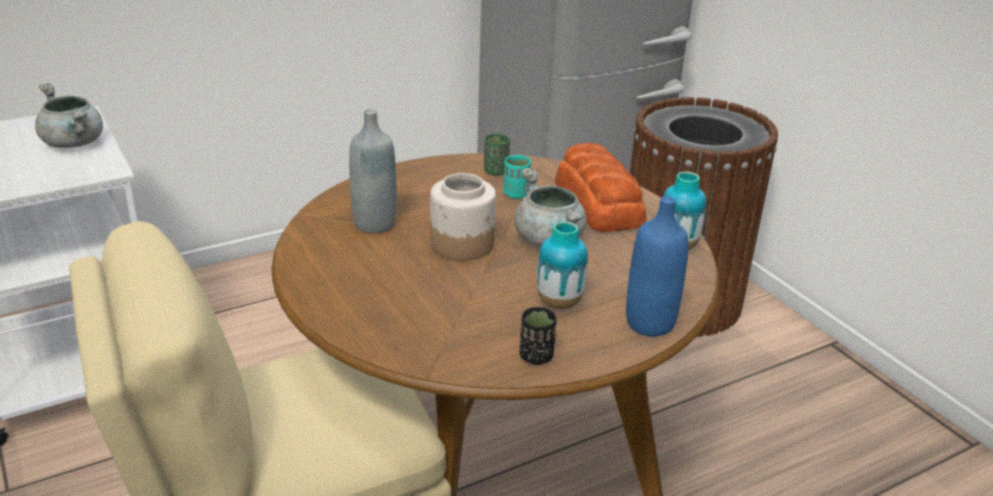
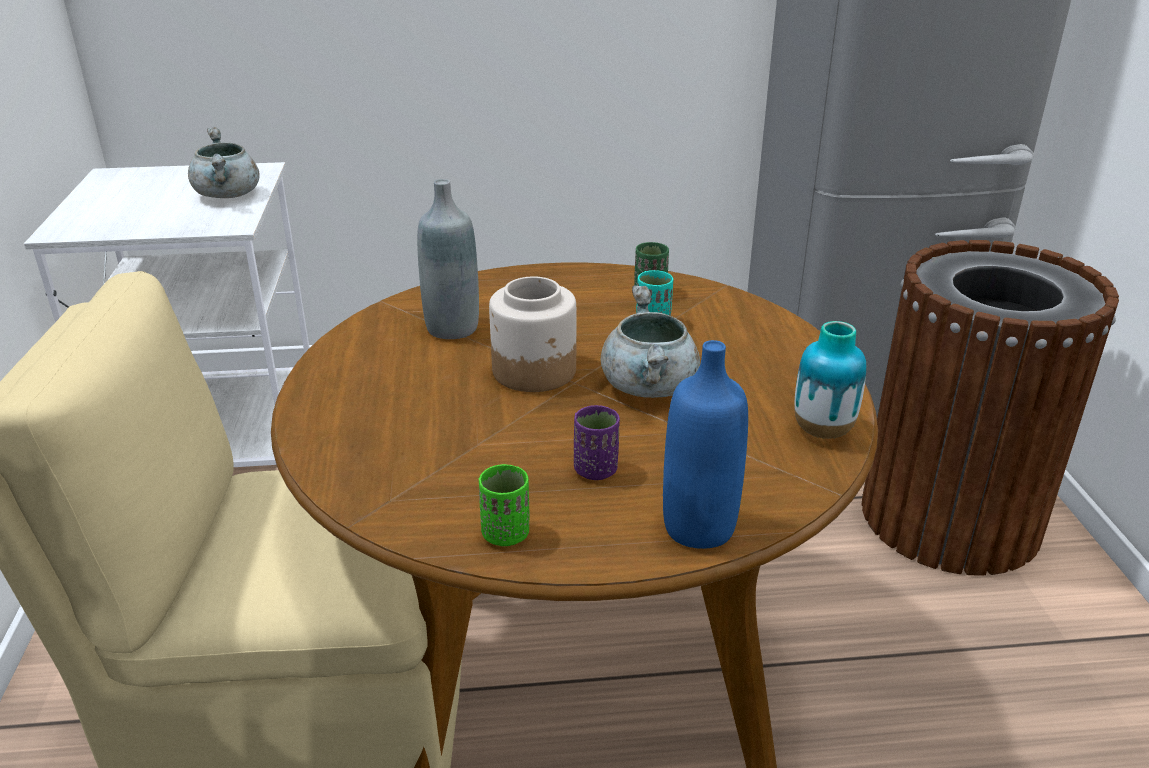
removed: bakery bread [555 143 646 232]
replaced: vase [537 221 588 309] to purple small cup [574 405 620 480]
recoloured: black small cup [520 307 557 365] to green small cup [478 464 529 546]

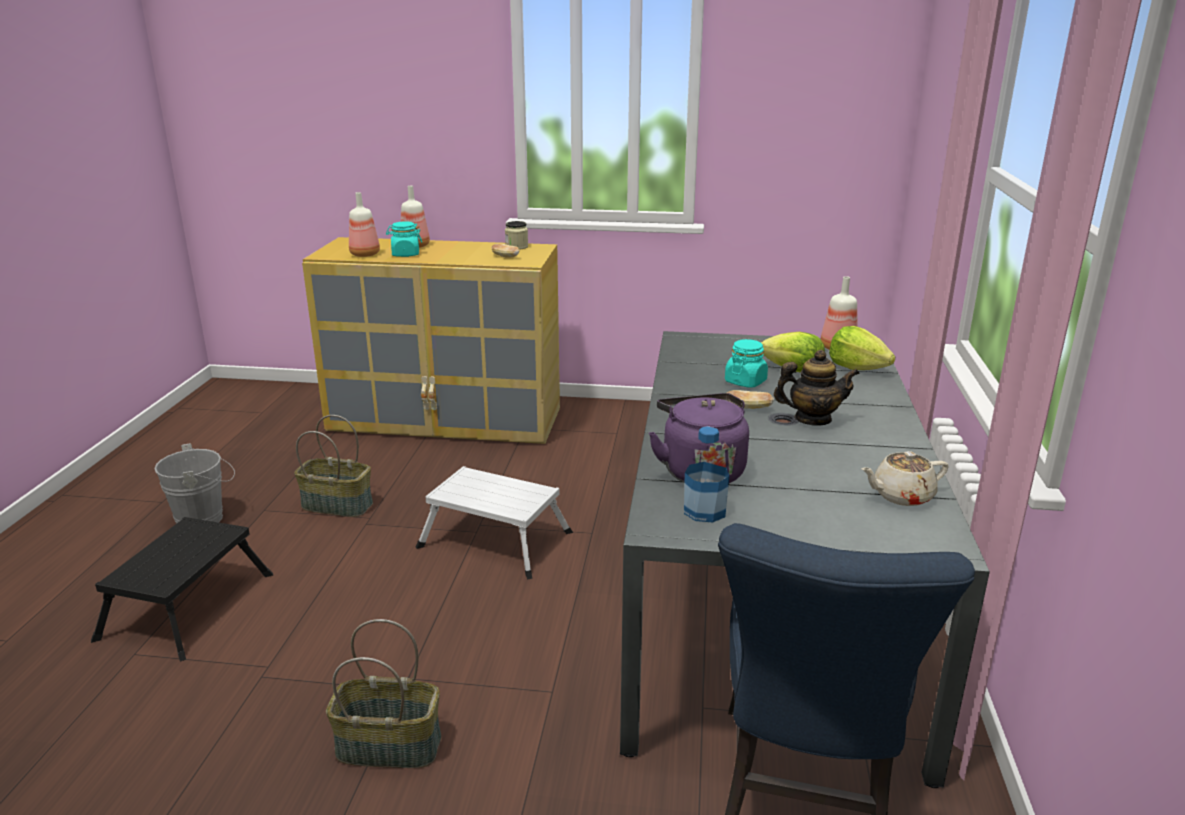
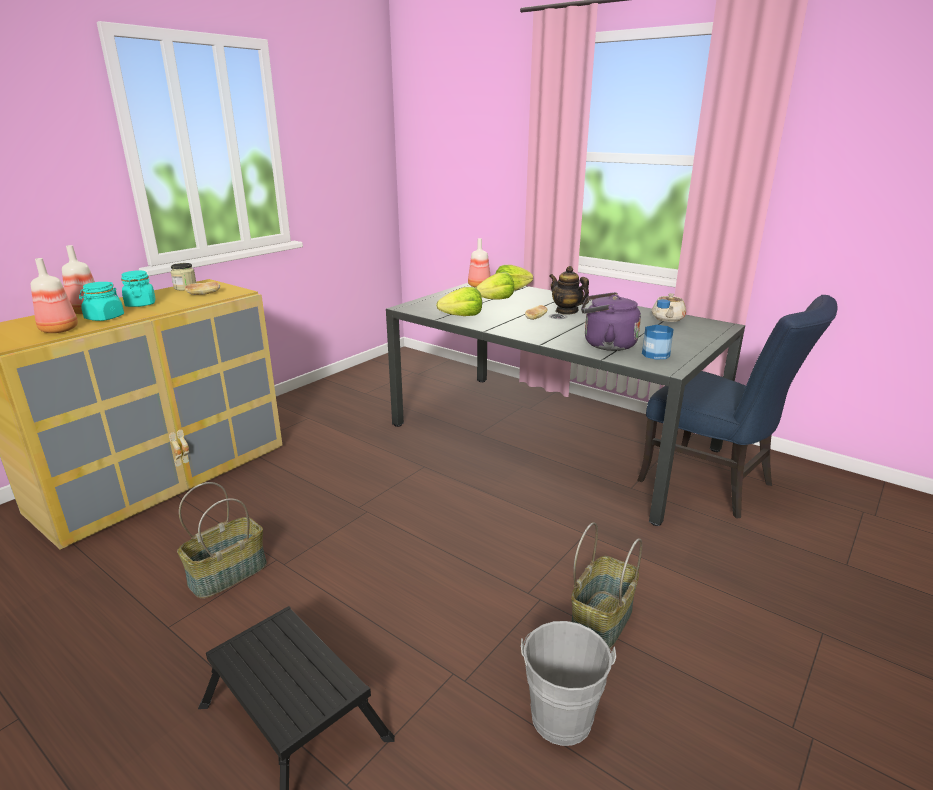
removed: whitish step stool [415 466 573 579]
added: lettuce head [437 287 482 316]
moved: blue-green preserve jar [725 339 768 388] to [121 271 155 307]; grey pail [154 443 235 524] to [520 621 616 746]
turned: teapot [774 350 860 426] = [549 266 589 315] 75 degrees counterclockwise

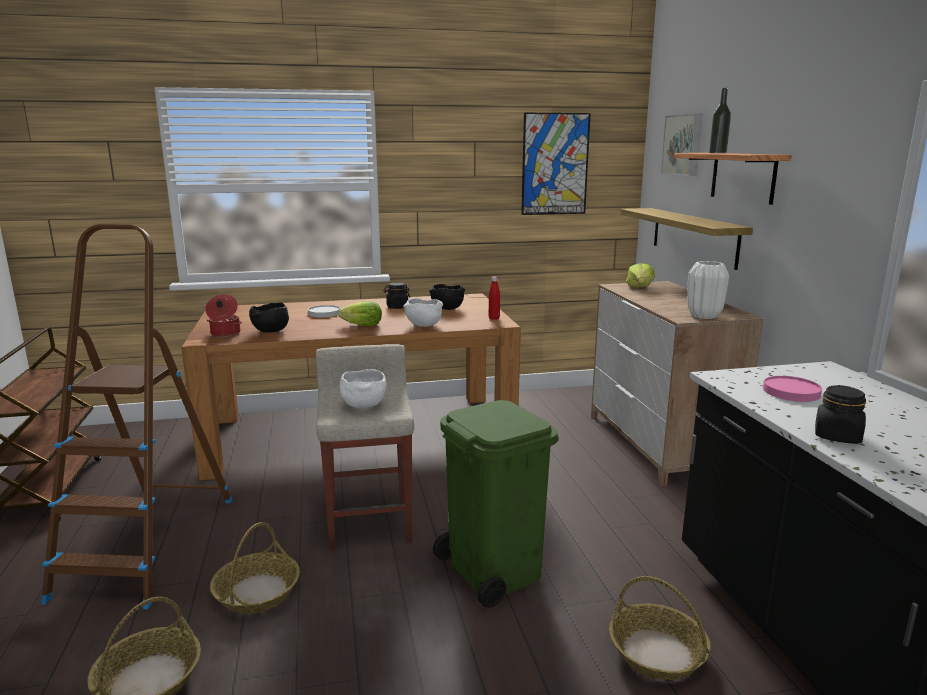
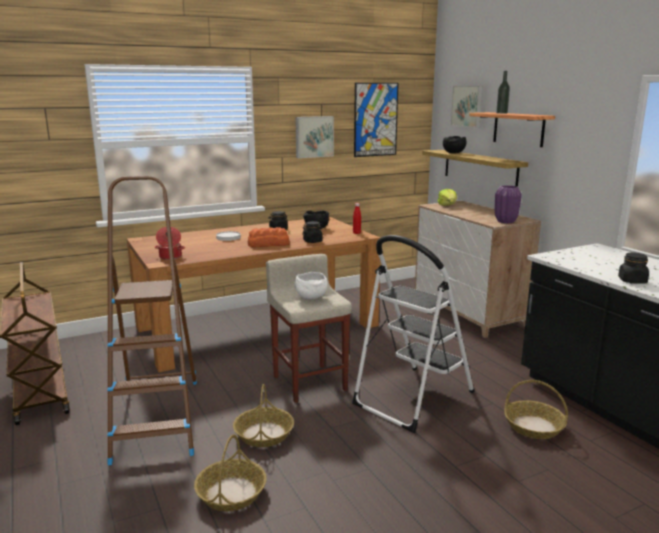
removed: pink-coloured flat dish [763 376 822 402]
added: picture [295 116 334 158]
moved: black bowl [249 302 289 332] to [443 136 466 153]
replaced: lettuce head [338 301 382 327] to bakery bread [248 227 290 247]; whitish bowl [403 298 443 327] to black preserve jar [302 221 324 243]; green waste bin [433 400 559 608] to step stool [352 235 474 433]
recoloured: whitish vase [687 261 729 319] to purple vase [495 185 522 224]

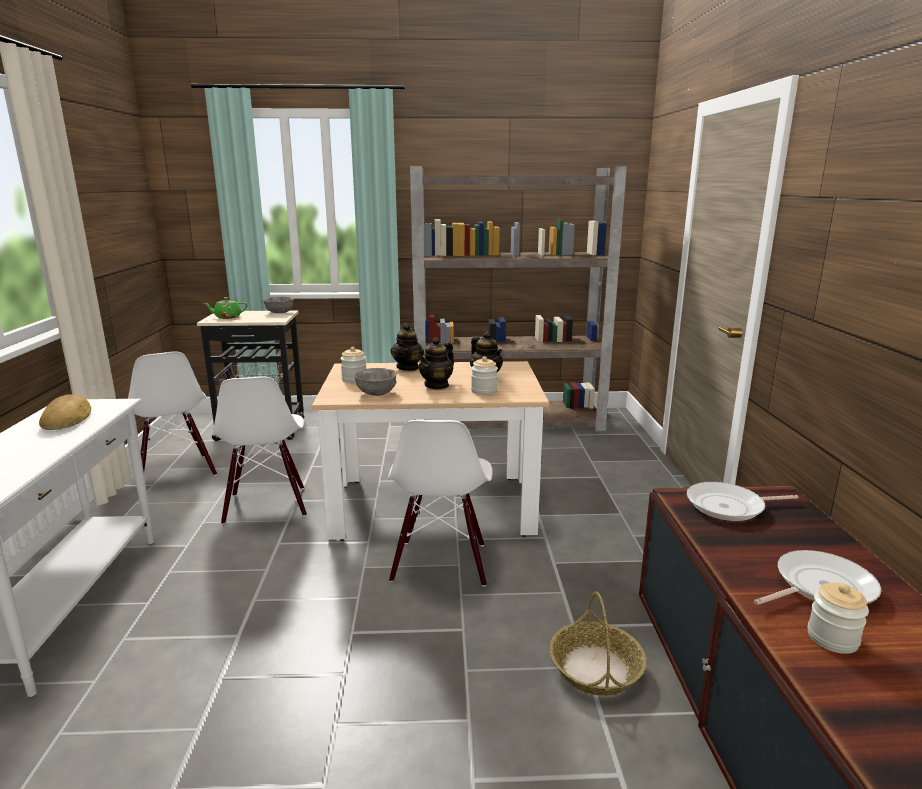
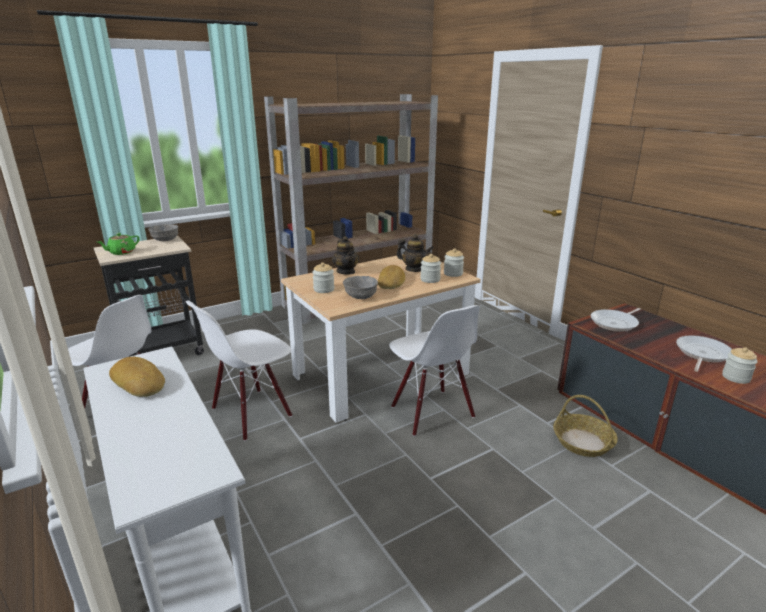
added: preserve jar [444 248 464 277]
replaced: teapot [417 337 454 390] to bakery bread [378 265 405 289]
turned: whitish upright chair [212 376 307 524] = [186 301 292 441] 90 degrees clockwise

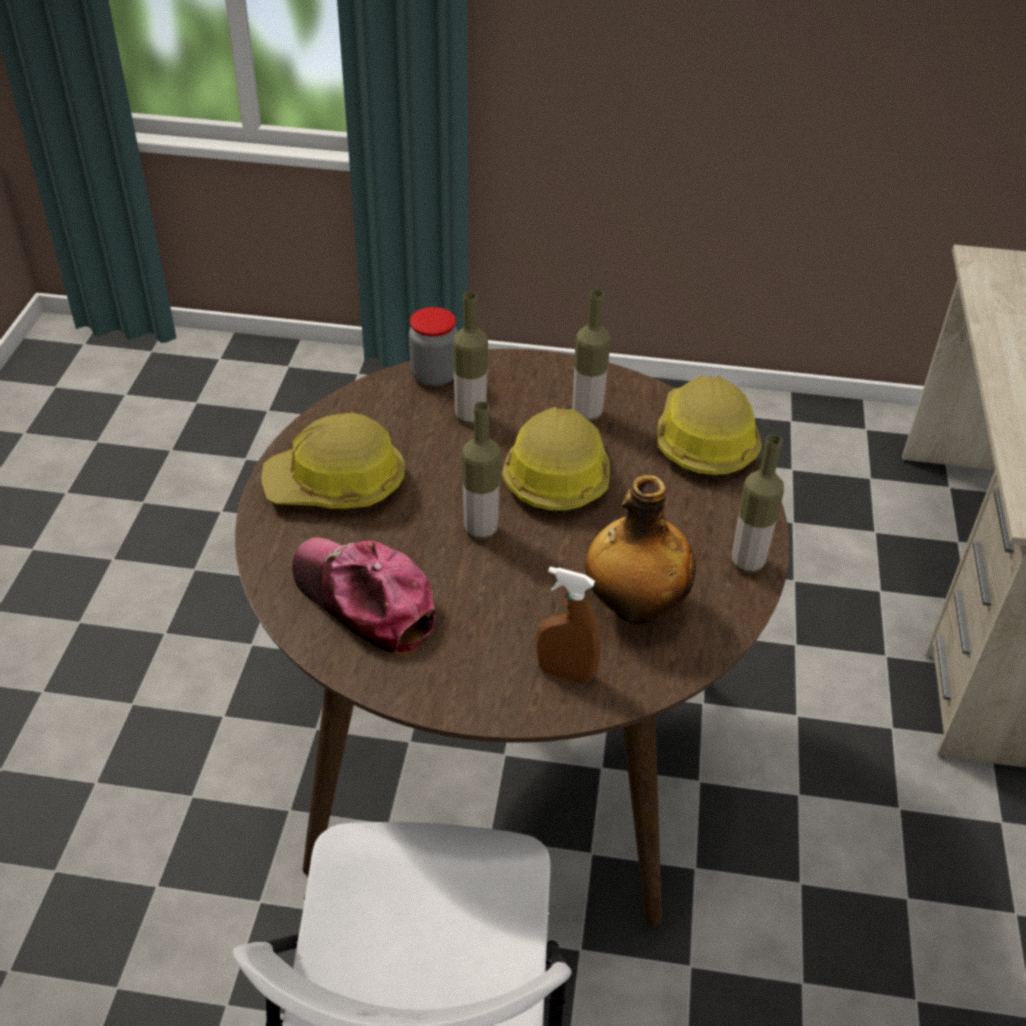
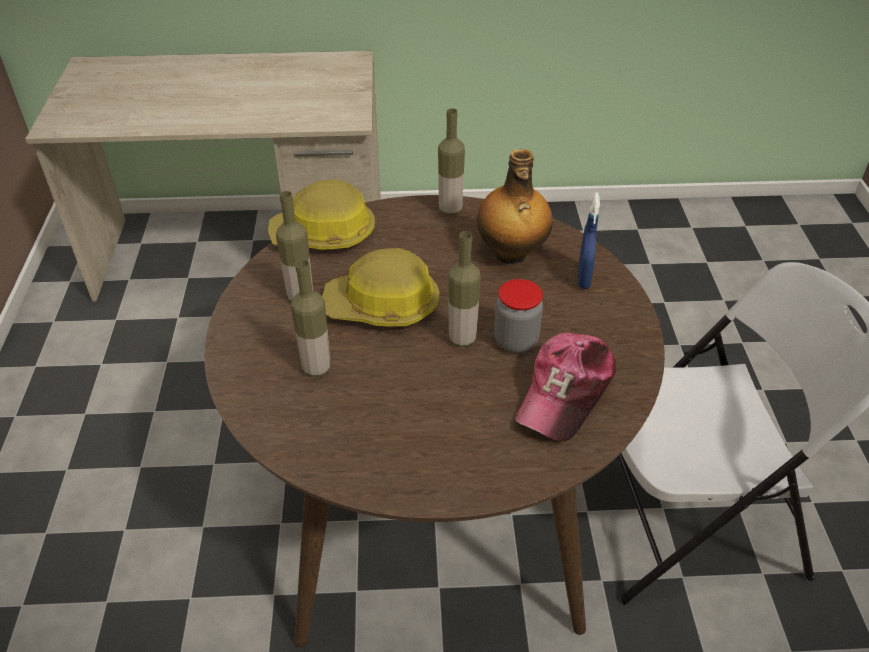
removed: hard hat [261 413 405 509]
moved: preserve jar [409 307 458 387] to [494 279 543 353]
recoloured: brownish spray bottle [537 567 601 683] to bluish spray bottle [578 192 600 289]

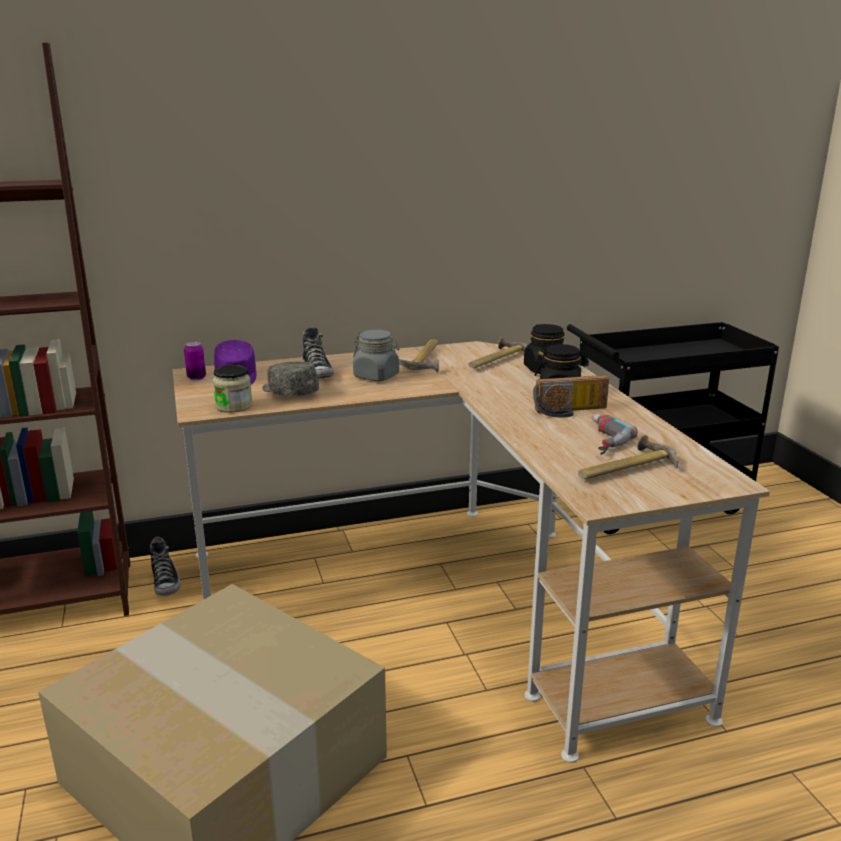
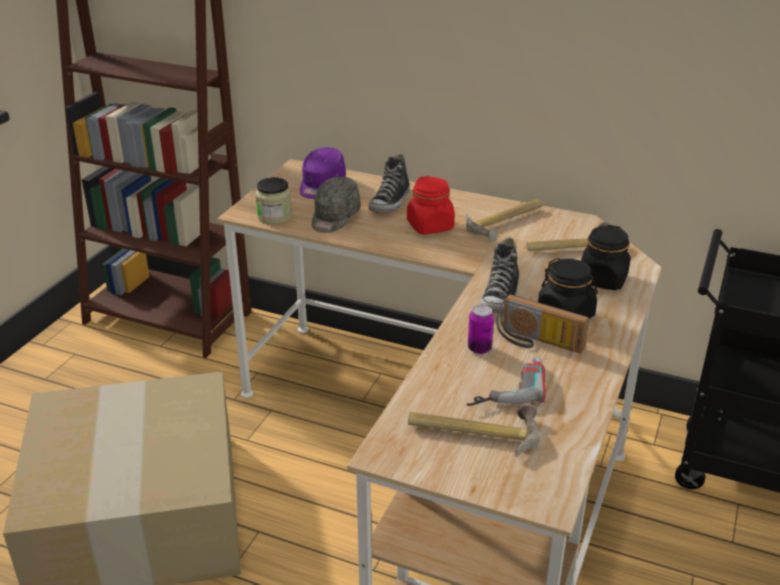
moved: can [184 342 206 380] to [468 305 494 354]; shoe [150 536 180 596] to [480 237 519 313]
recoloured: grey preserve jar [353 330 400 381] to red-coloured preserve jar [407 176 455 234]
turned: grey baseball cap [262 362 319 397] = [312 177 361 233] 150 degrees counterclockwise

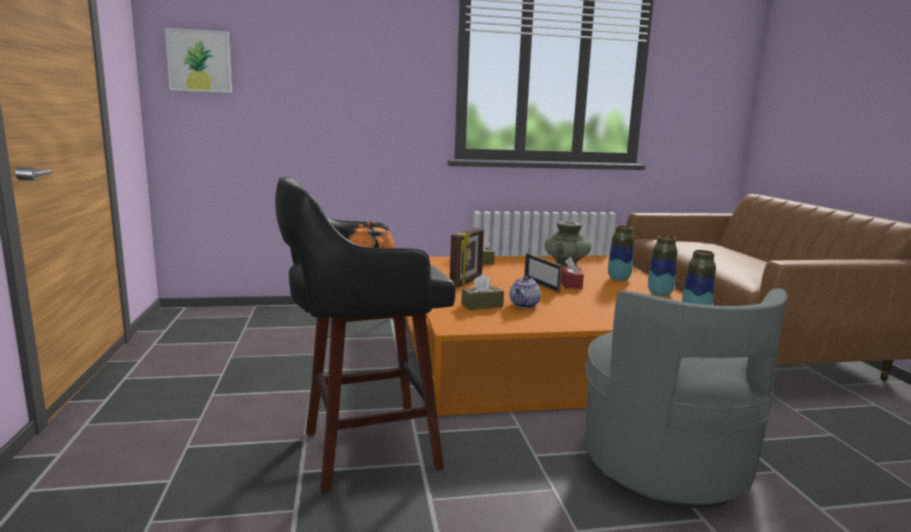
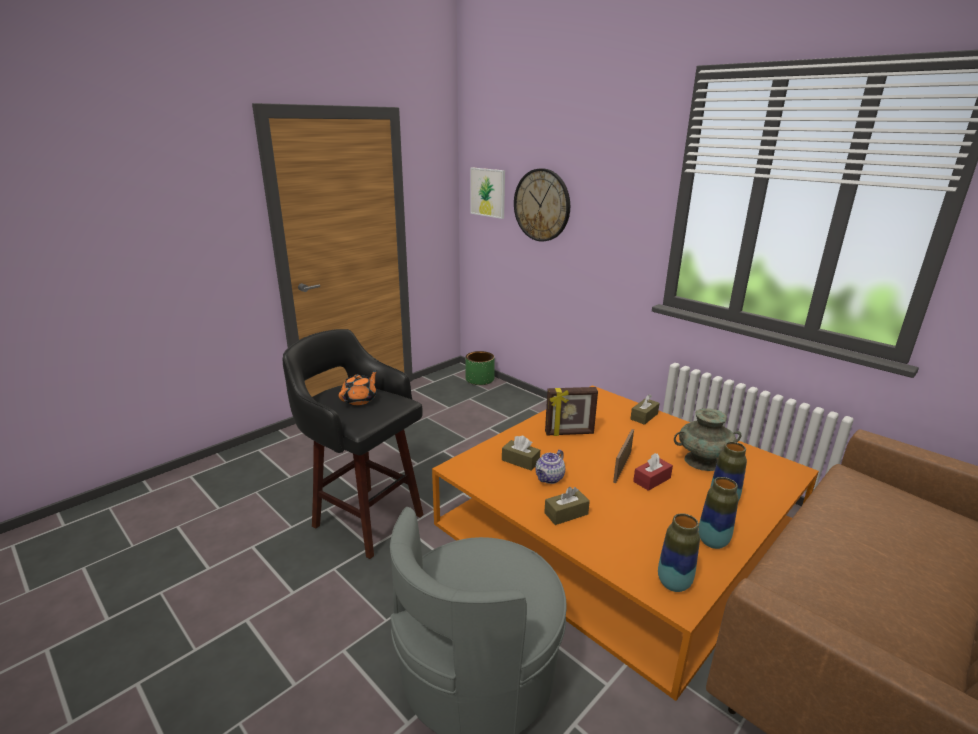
added: green planter [465 351 495 385]; clock on the wall [514 168 570 242]; brownish tissue holder [544 487 590 525]
turned: teapot [510 276 541 308] = [535 450 565 484] 45 degrees counterclockwise

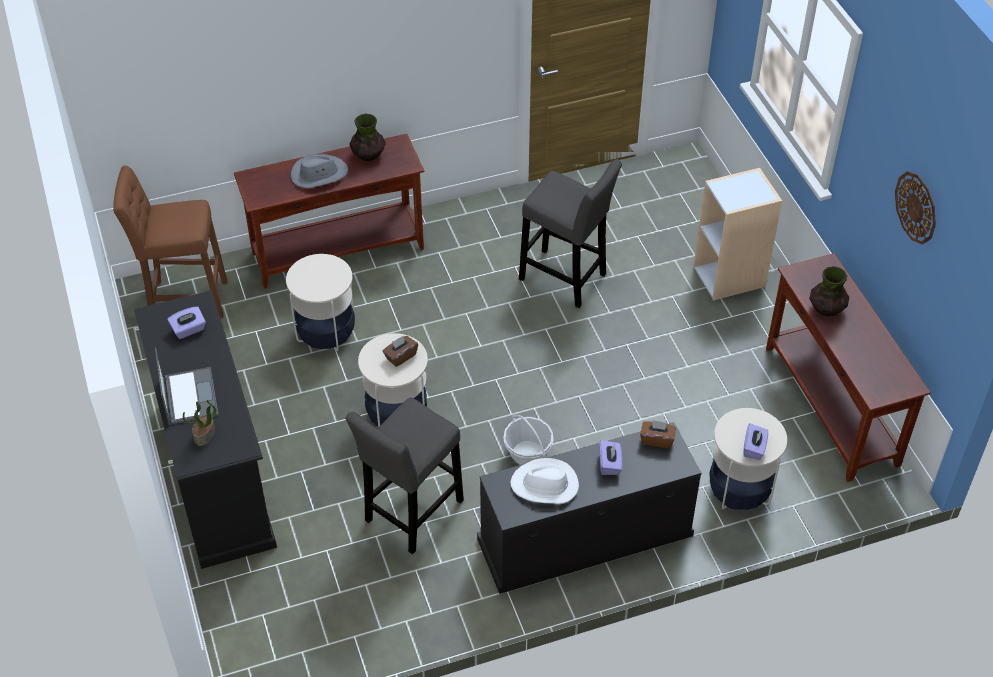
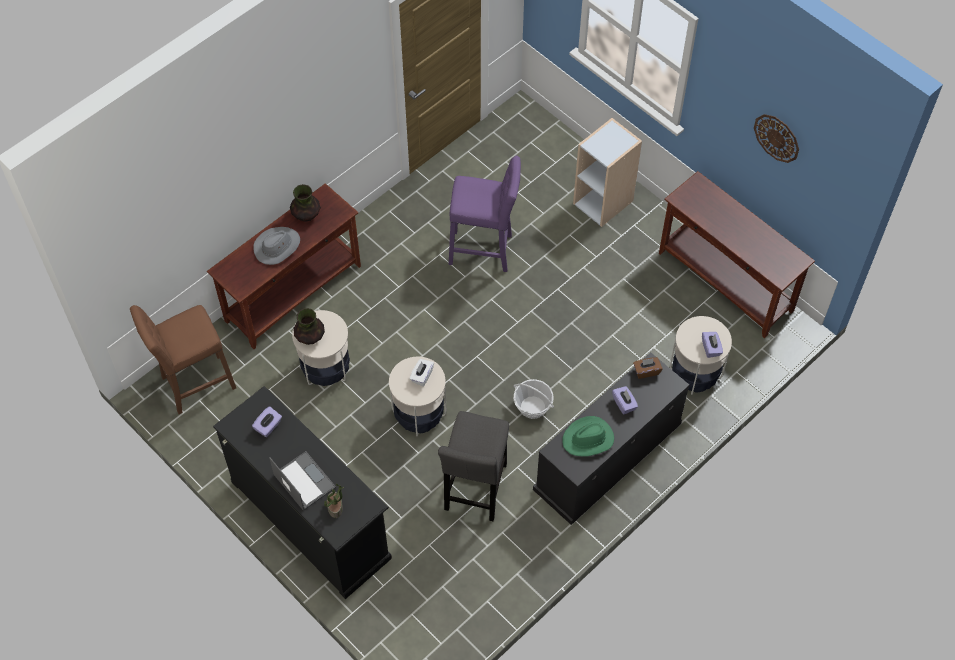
moved: vase [809 266 849 317] to [293 308 325 345]
recoloured: brownish tissue holder [383 335 418 367] to whitish tissue holder [409 359 434 386]; grey stool seat [519 159 622 308] to purple stool seat [449 156 521 272]; whitish hat [510 458 579 504] to green hat [562 416 614 456]

